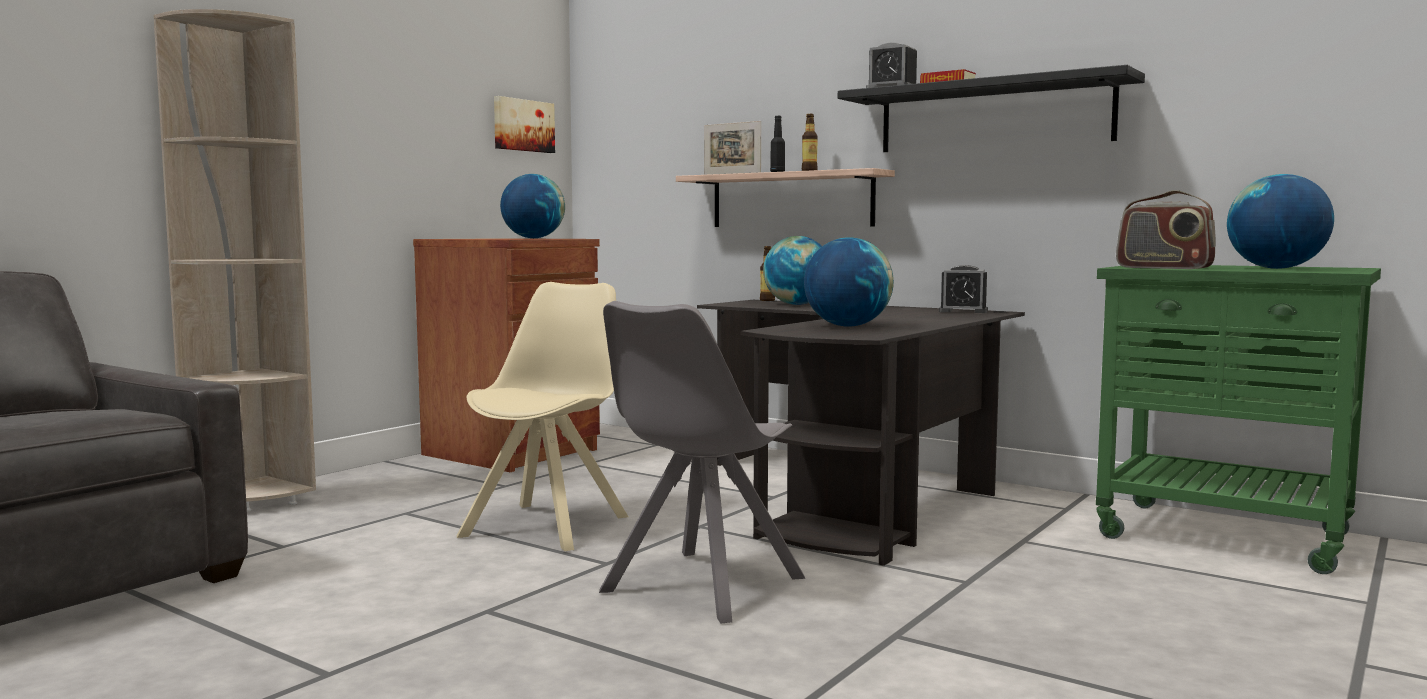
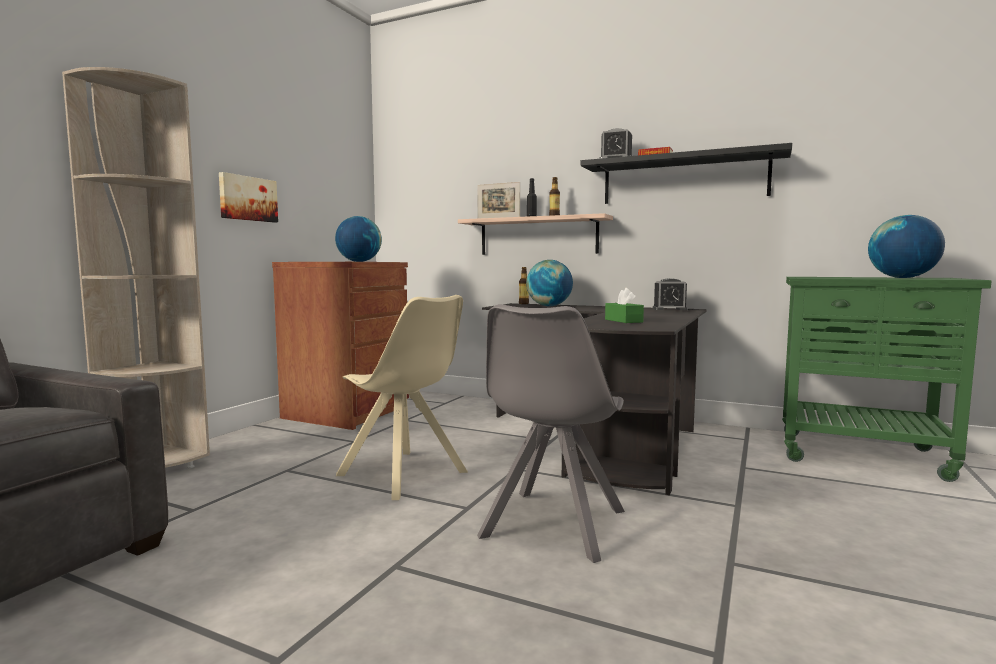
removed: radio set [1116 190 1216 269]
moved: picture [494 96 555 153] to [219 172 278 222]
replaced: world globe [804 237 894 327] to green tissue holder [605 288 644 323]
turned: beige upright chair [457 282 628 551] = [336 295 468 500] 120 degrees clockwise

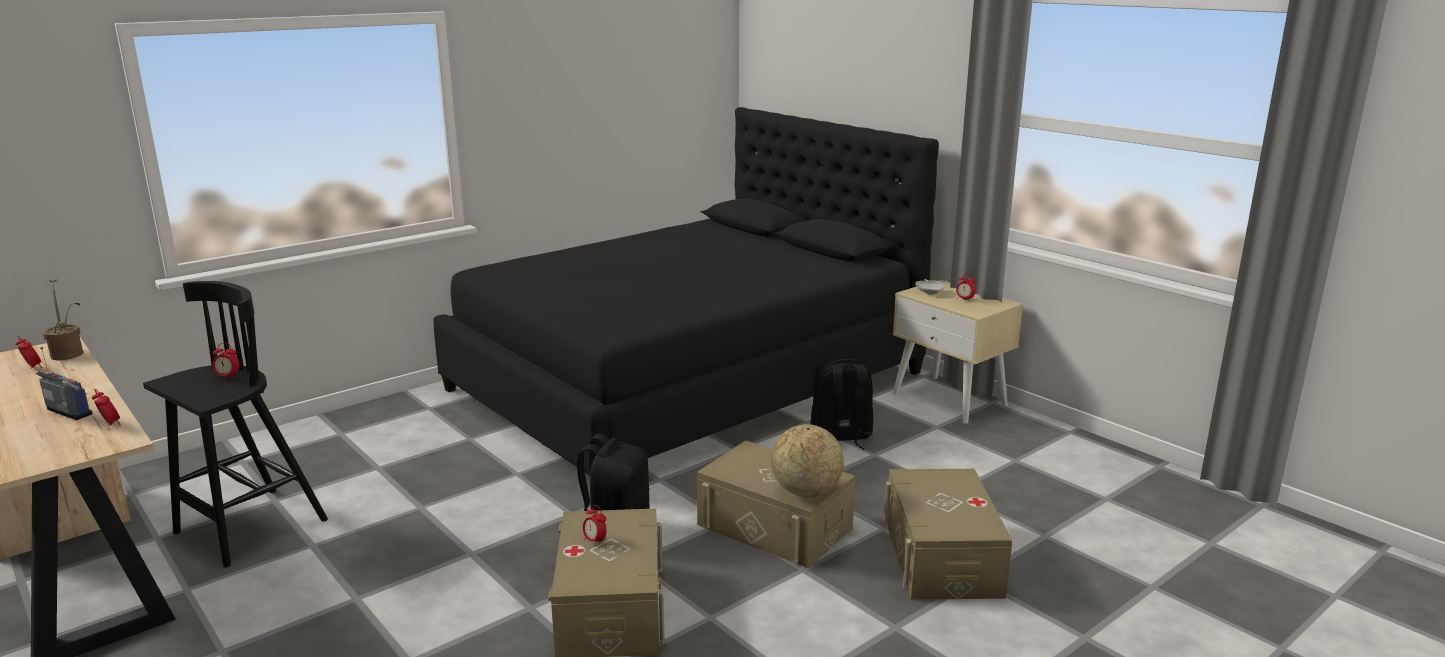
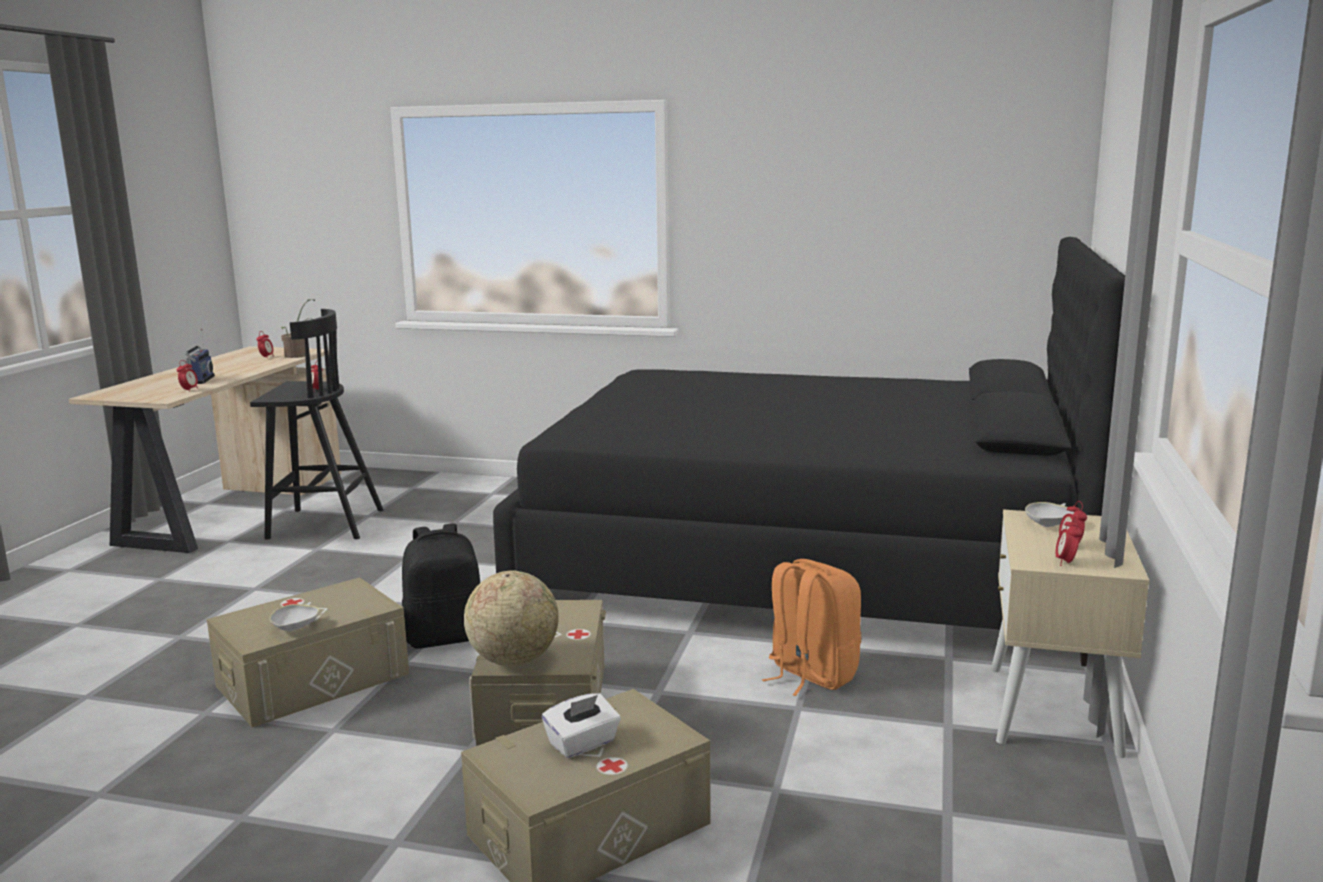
added: whitish bowl [269 602 319 631]; whitish tissue holder [542 693 621 758]
moved: alarm clock [583 505 606 547] to [1056 516 1082 566]
recoloured: black rucksack [811 359 873 450] to orange rucksack [762 559 862 696]

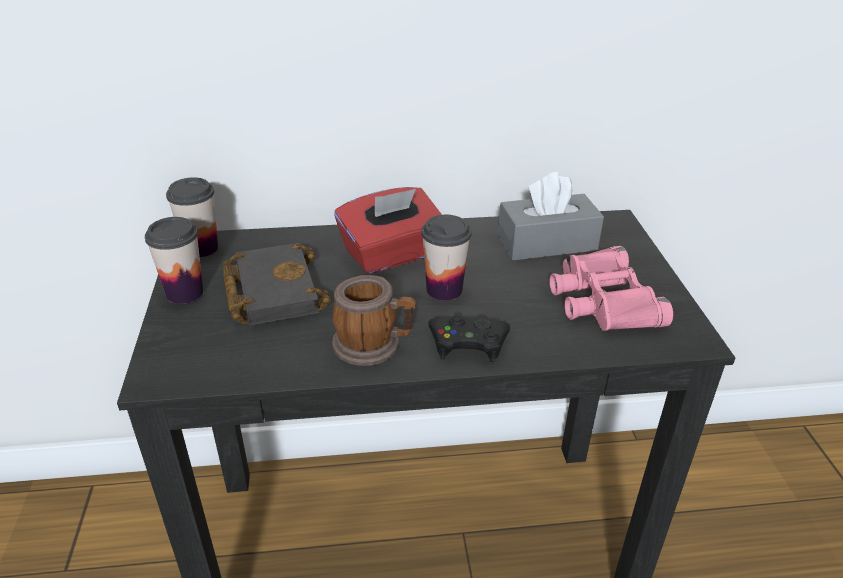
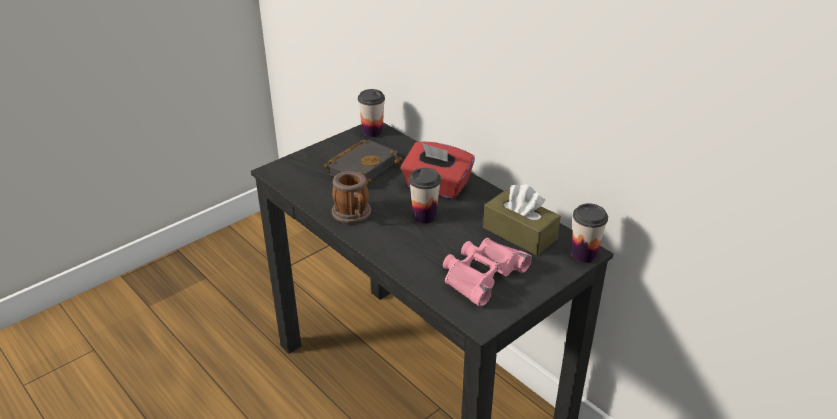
removed: black game controller [428 315 510 362]
moved: small cup [145 217 203 304] to [571 203 608 263]
recoloured: grey tissue holder [498 172 604 261] to brownish tissue holder [483 184 561 255]

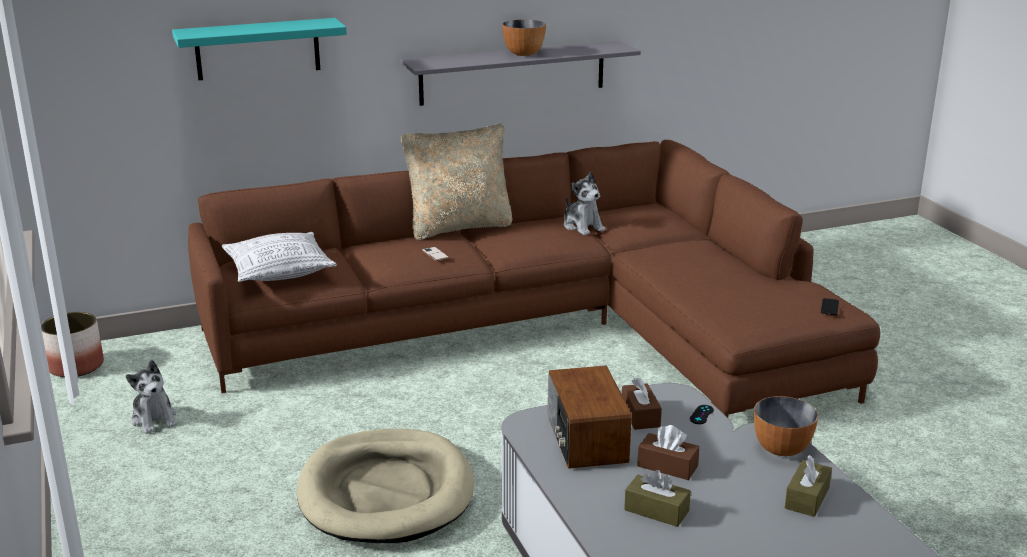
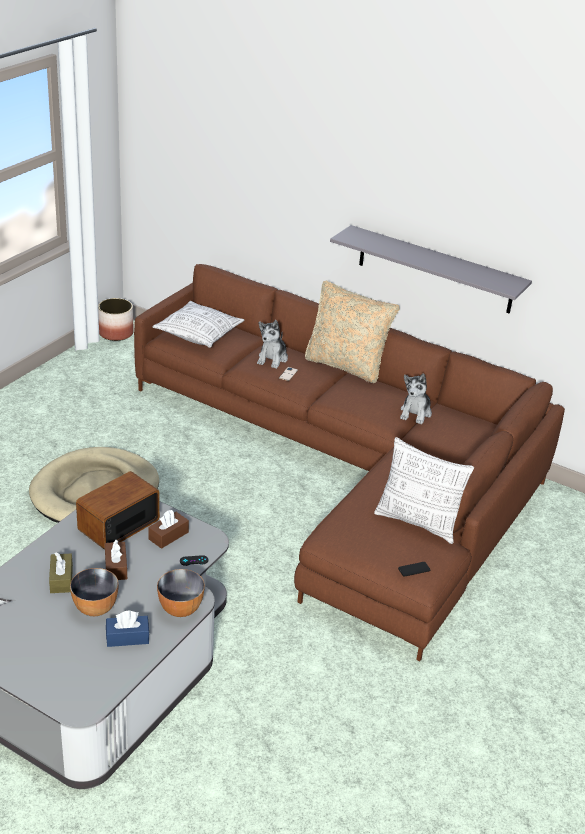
removed: blue-green bracket shelf [172 18 347 80]
added: pillow [374 437 474 544]
moved: bowl [502 19 546 56] to [70 568 119 616]; plush toy [126 360 177 434] to [257 320 288 369]
recoloured: brownish tissue holder [785 455 832 517] to bluish tissue holder [106 610 149 647]

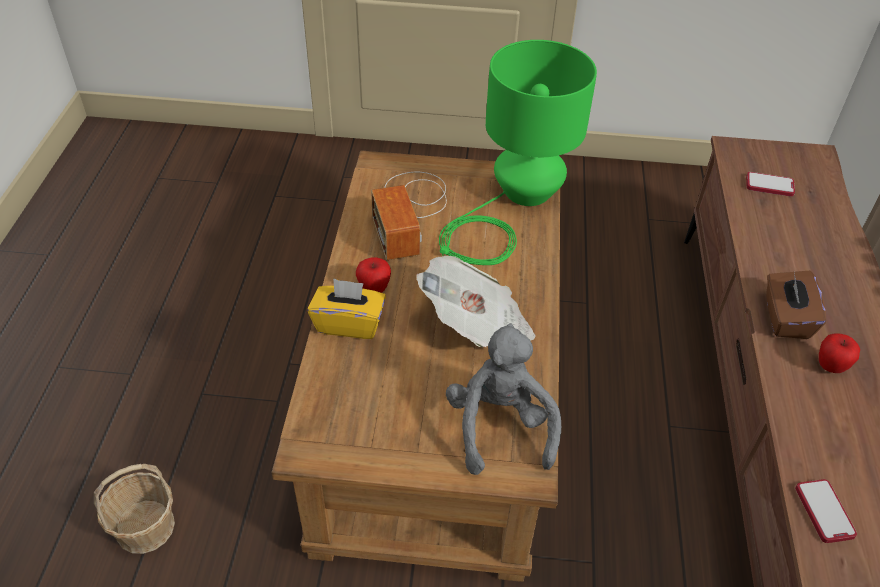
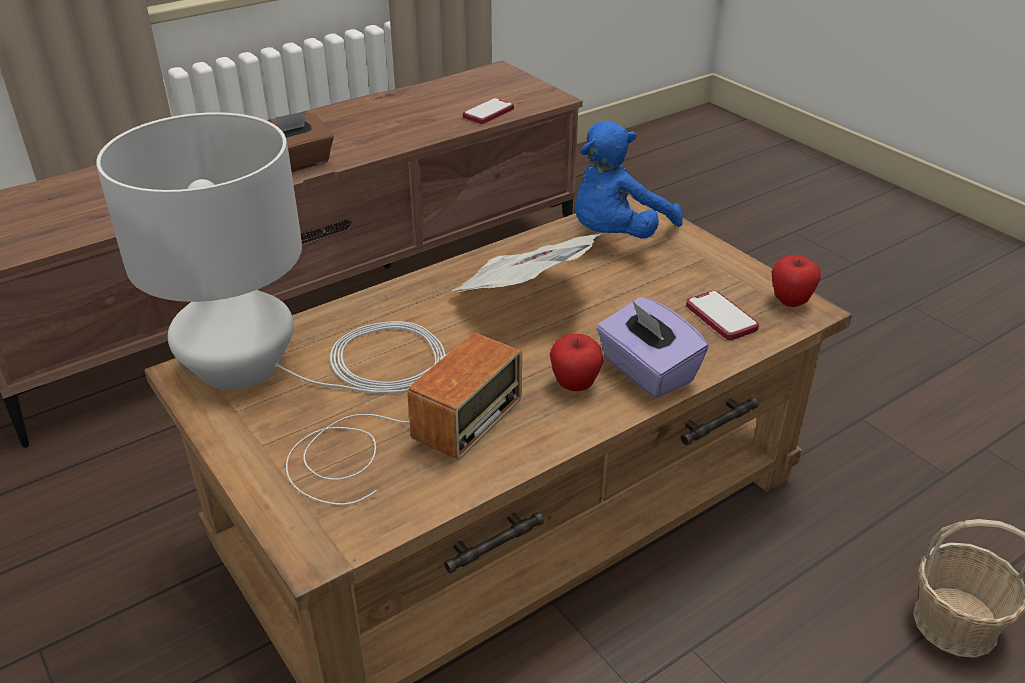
moved: telephone [746 172 795 197] to [686 290 759 340]; apple fruit [819 333 860 373] to [771 255 821 307]
recoloured: green table lamp [439 40 597 265] to whitish table lamp [96 112 447 394]; grey plush toy [446 323 561 475] to bluish plush toy [575 121 683 239]; yellow tissue holder [308 278 386 339] to purple tissue holder [596 297 709 398]

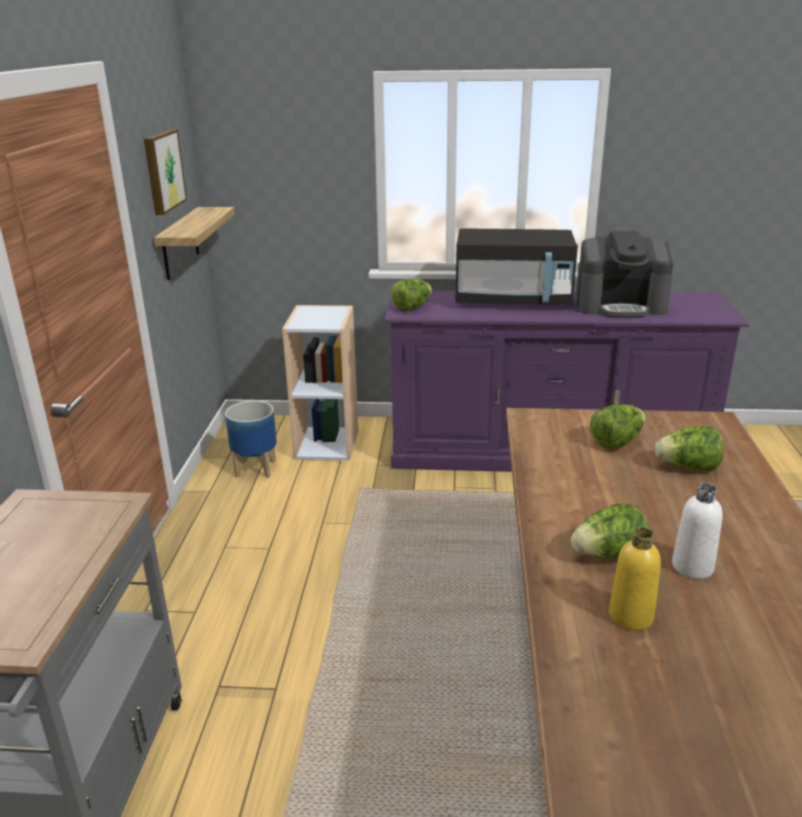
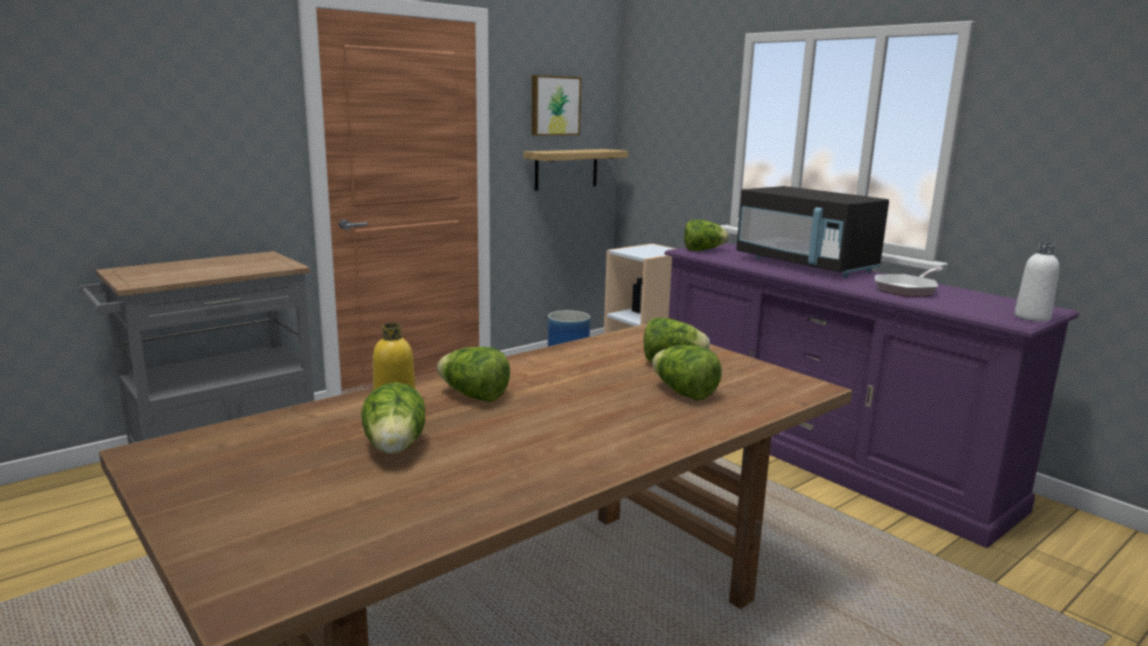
added: lettuce head [361 382 425 454]
moved: whitish drink bottle [672 483 723 579] to [1015 243 1059 322]
replaced: coffee maker [575 231 673 317] to skillet [875 267 943 297]

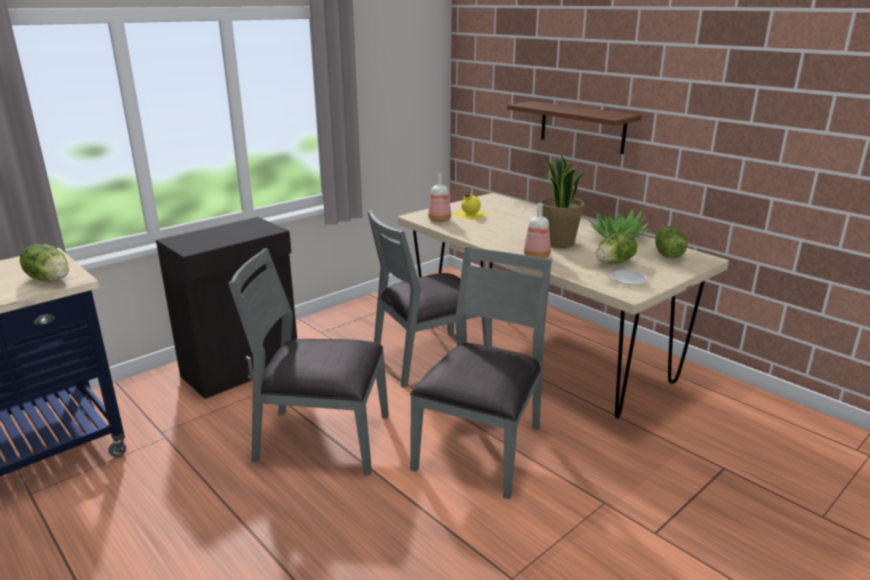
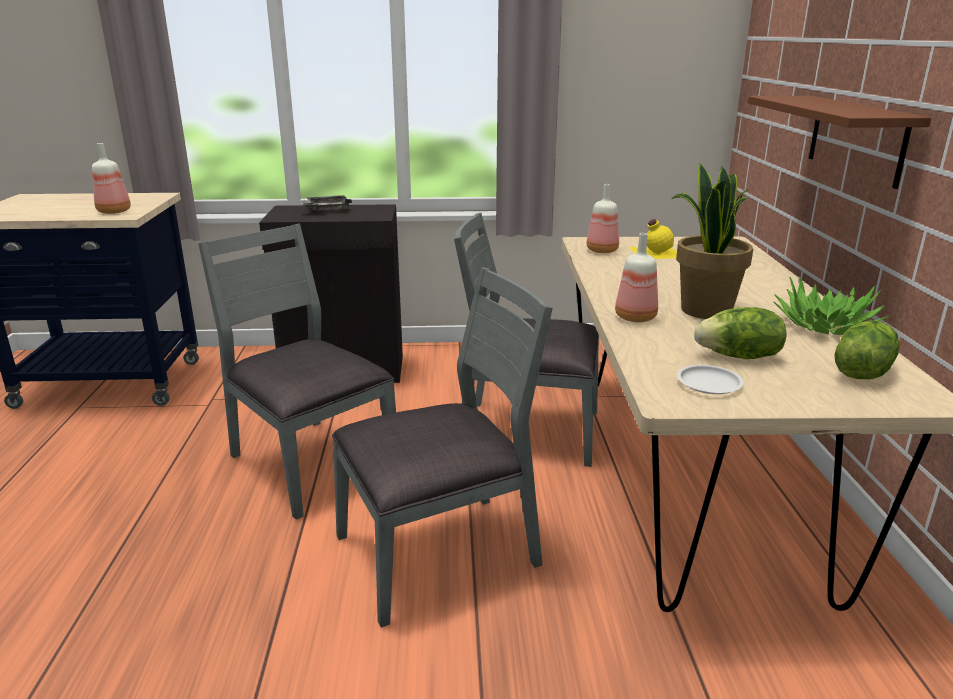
added: grey serving tray [300 195 352 210]
replaced: lettuce head [20 244 69 282] to drink bottle [92 143 131 214]

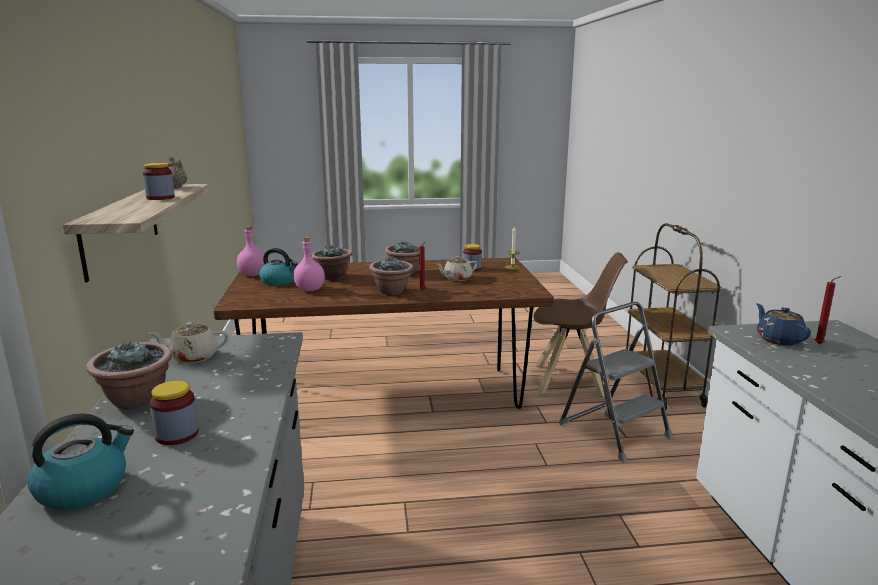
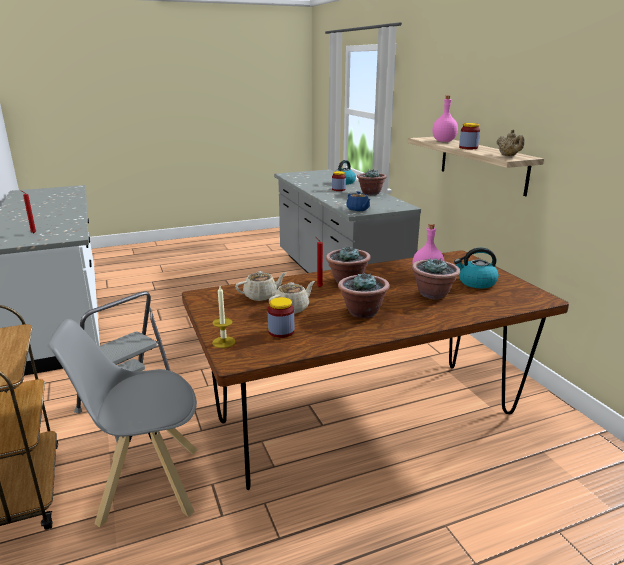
moved: beige teapot [149 322 229 363] to [235 271 287 301]; bluish teapot [756 303 811 346] to [346 191 371 211]; pink-coloured drink bottle [237 226 265 276] to [432 96 458 142]
recoloured: brownish upright chair [533 252 628 397] to grey upright chair [47 319 198 528]

